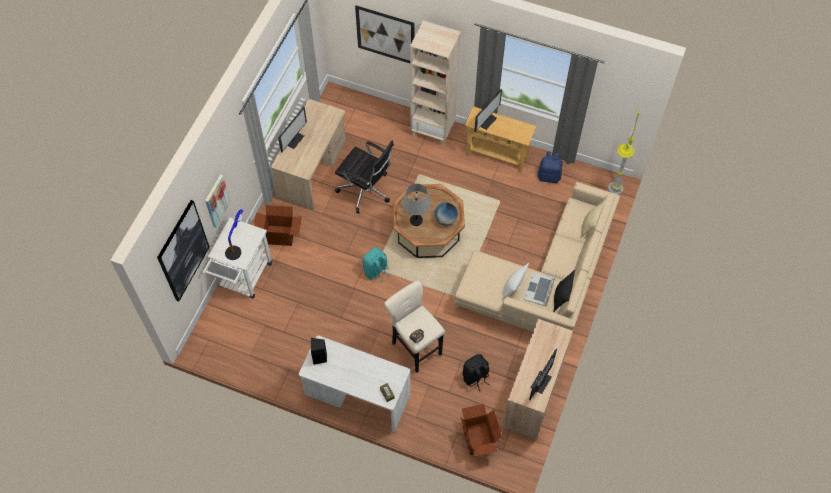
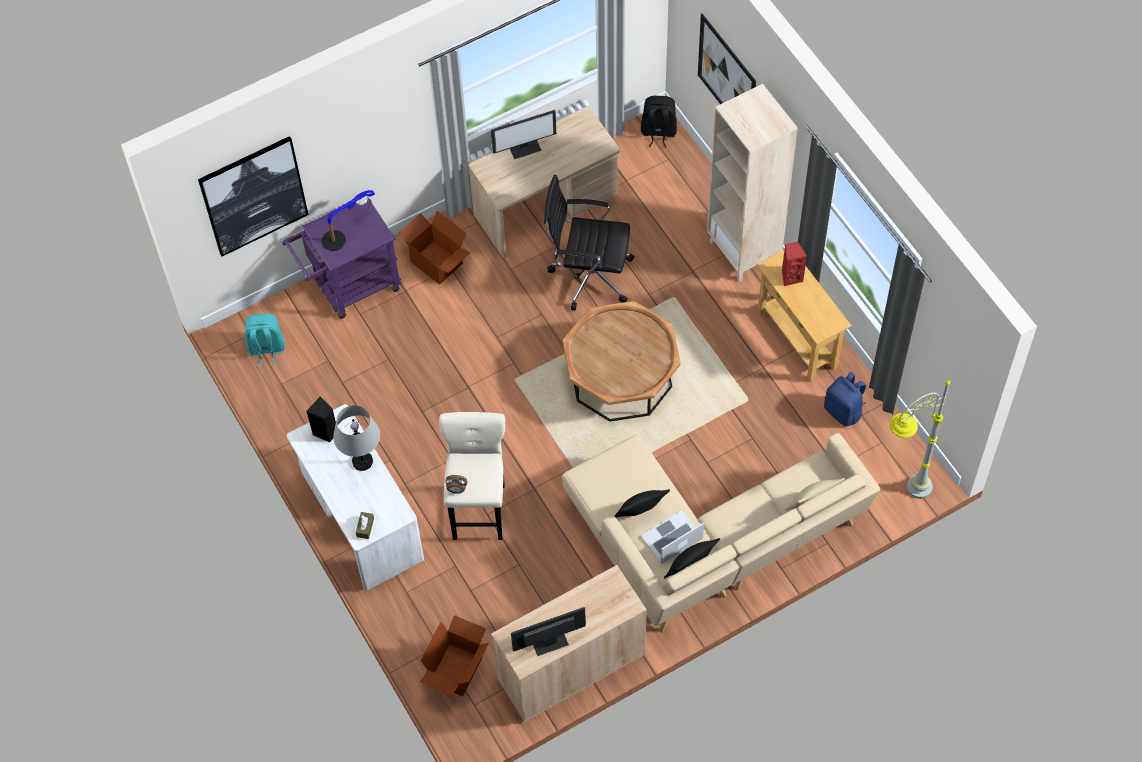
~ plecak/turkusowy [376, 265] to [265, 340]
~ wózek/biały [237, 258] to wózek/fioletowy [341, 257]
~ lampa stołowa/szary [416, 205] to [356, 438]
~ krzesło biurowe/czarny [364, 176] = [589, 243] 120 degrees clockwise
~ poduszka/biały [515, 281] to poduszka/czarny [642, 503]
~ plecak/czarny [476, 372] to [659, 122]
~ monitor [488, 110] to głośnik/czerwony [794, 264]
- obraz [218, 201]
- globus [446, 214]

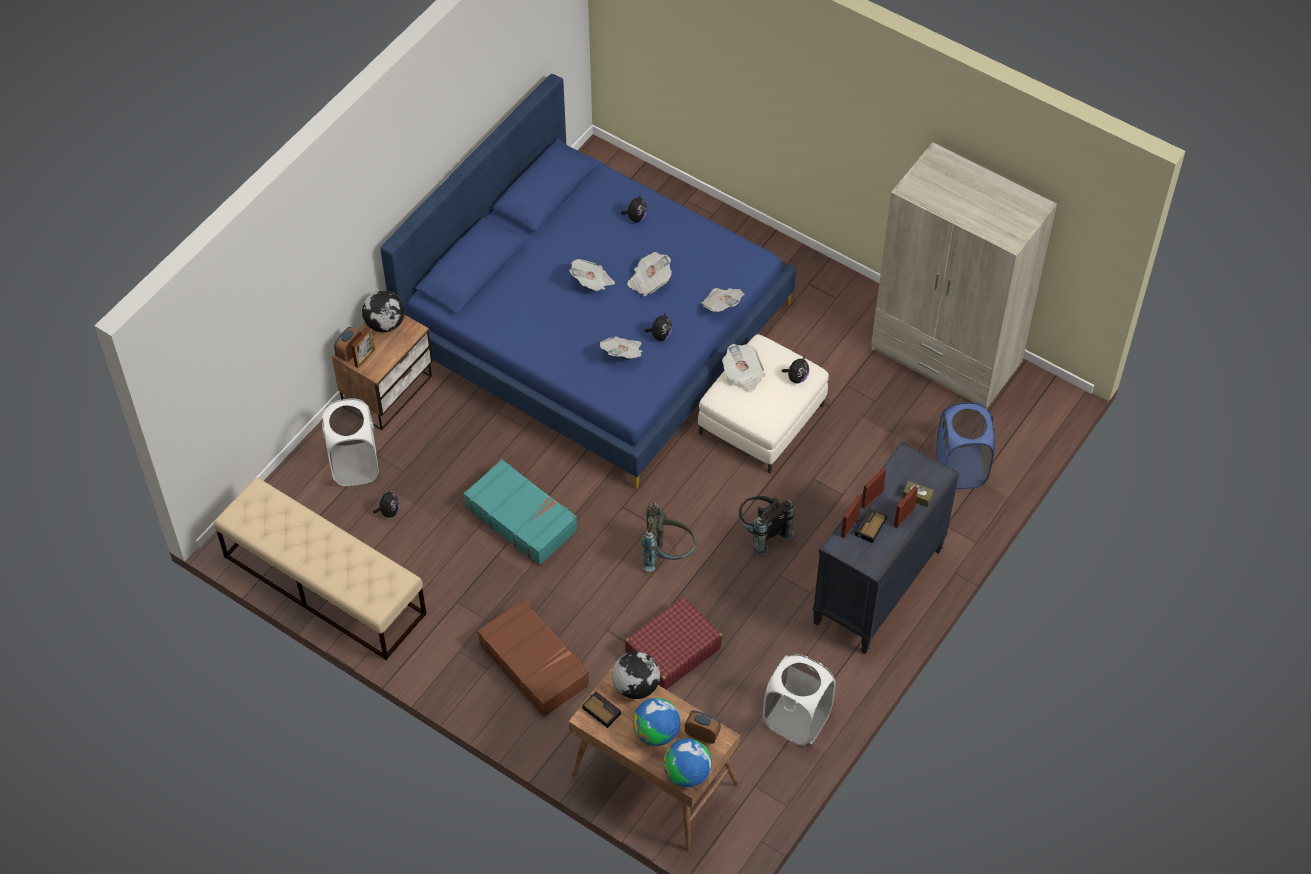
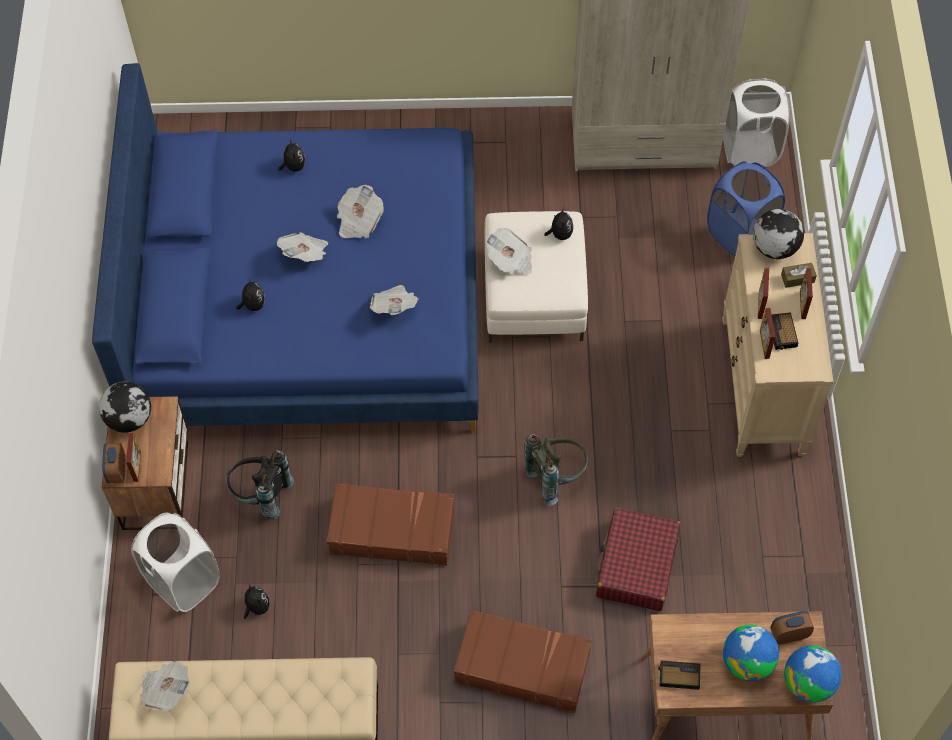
~ gazeta [722, 300] to [165, 686]
~ plecak/czarny [766, 525] to [260, 485]
~ pluszak [658, 326] to [250, 294]
~ walizka/turkusowy [520, 512] to walizka/brązowy [390, 524]
~ komoda/czarny [886, 547] to komoda/beżowy [777, 345]
~ kosz na pranie/biały [799, 699] to [756, 122]
~ globus [636, 675] to [778, 234]

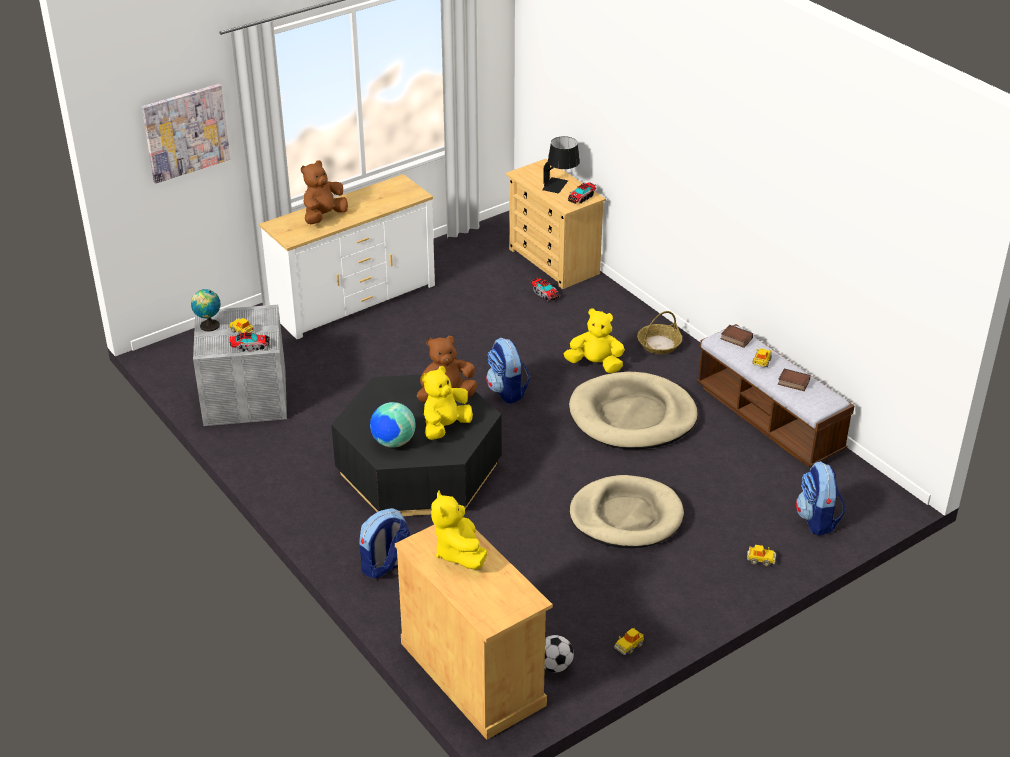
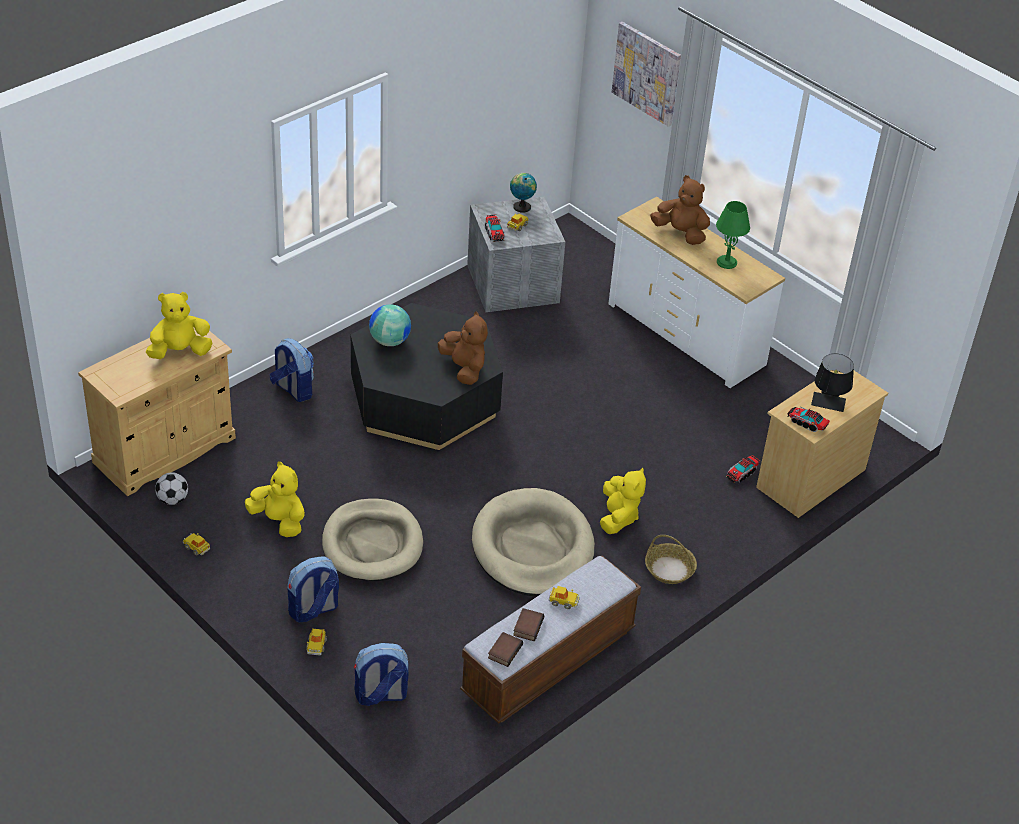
~ pluszak/żółty [447, 403] to [275, 499]
~ plecak [508, 371] to [313, 589]
~ książka [737, 336] to [505, 649]
+ lampa stołowa/zielony [733, 235]

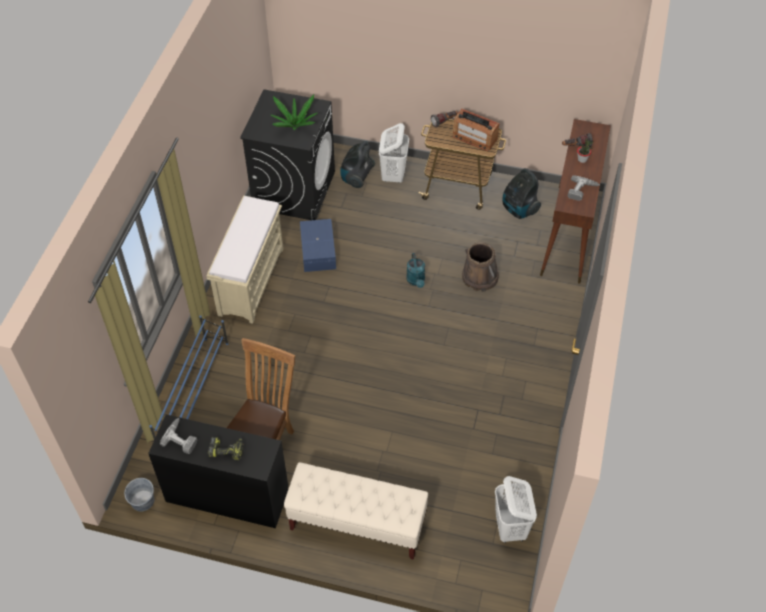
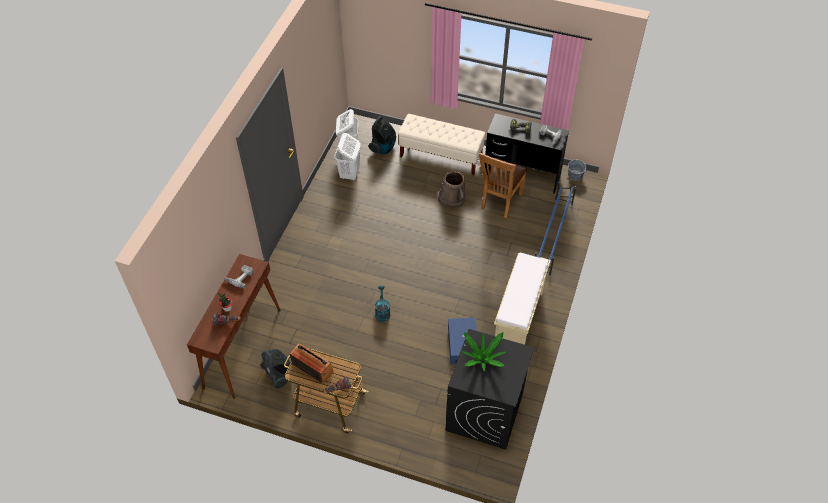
~ kosz na pranie/biały [394, 153] to [348, 157]
~ odkurzacz [357, 164] to [382, 135]
~ wiadro/brązowy [480, 267] to [452, 190]

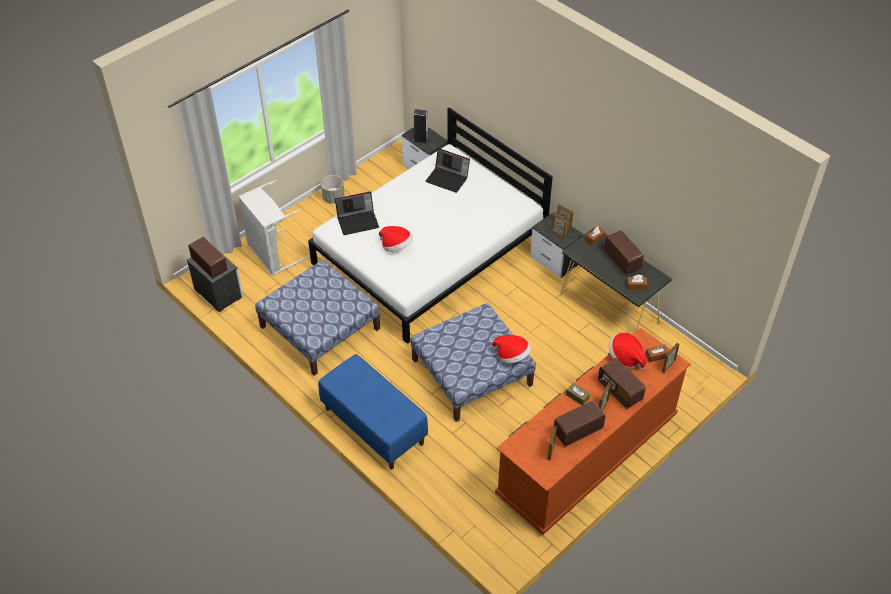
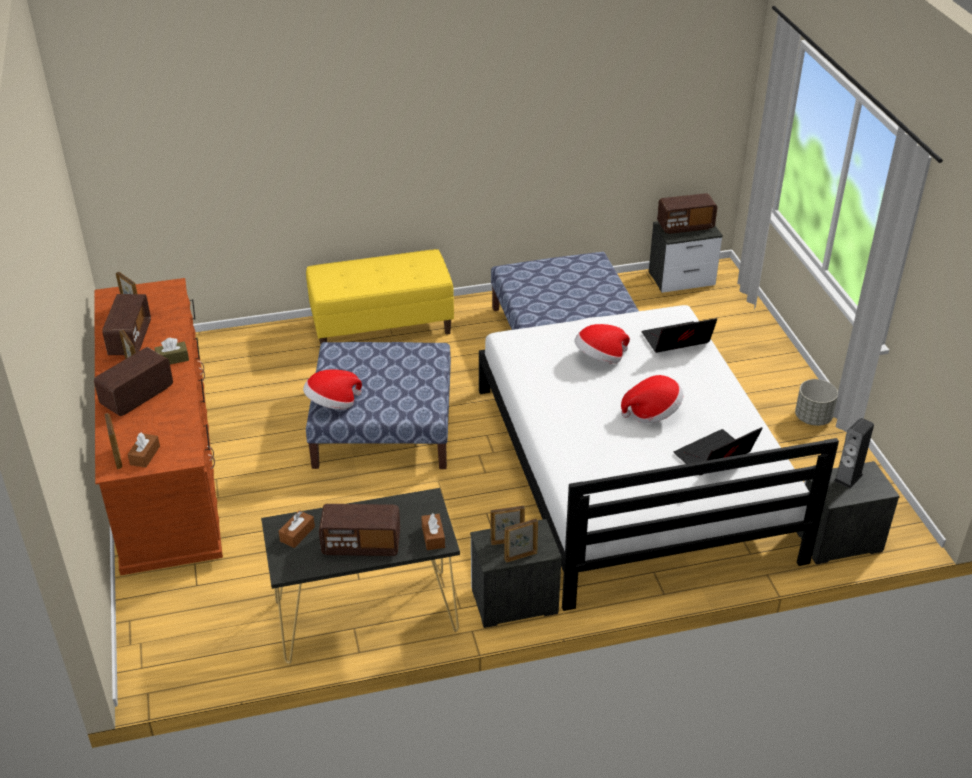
~ radio [622, 383] = [133, 381] 45 degrees counterclockwise
~ ławka/niebieski [373, 412] to ławka/żółty [380, 297]
~ kapelusz [628, 351] to [652, 399]
~ laptop [357, 213] = [679, 335] 60 degrees clockwise
- kosz na pranie/szary [273, 228]

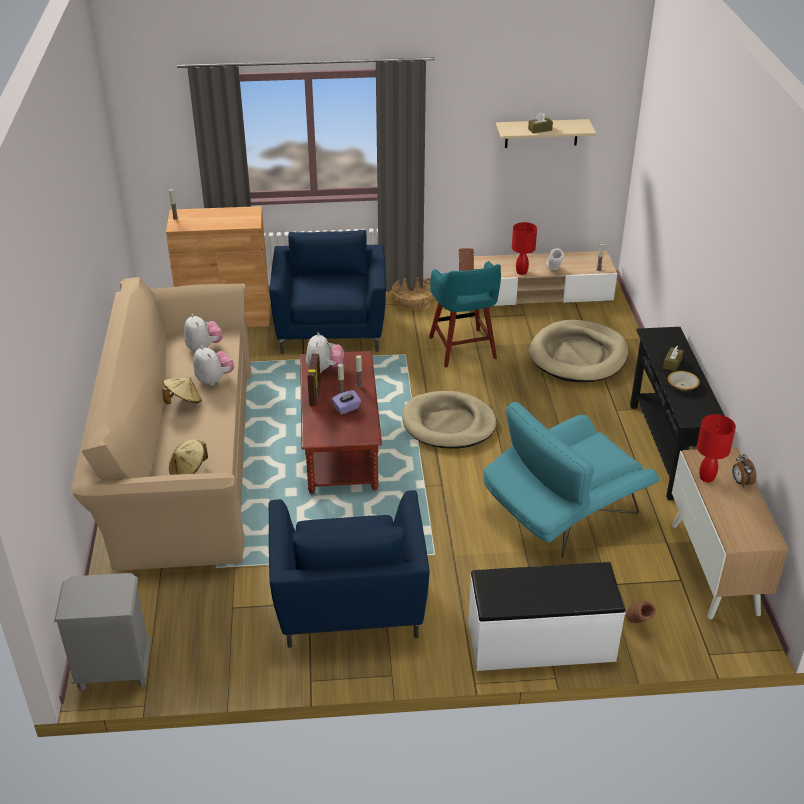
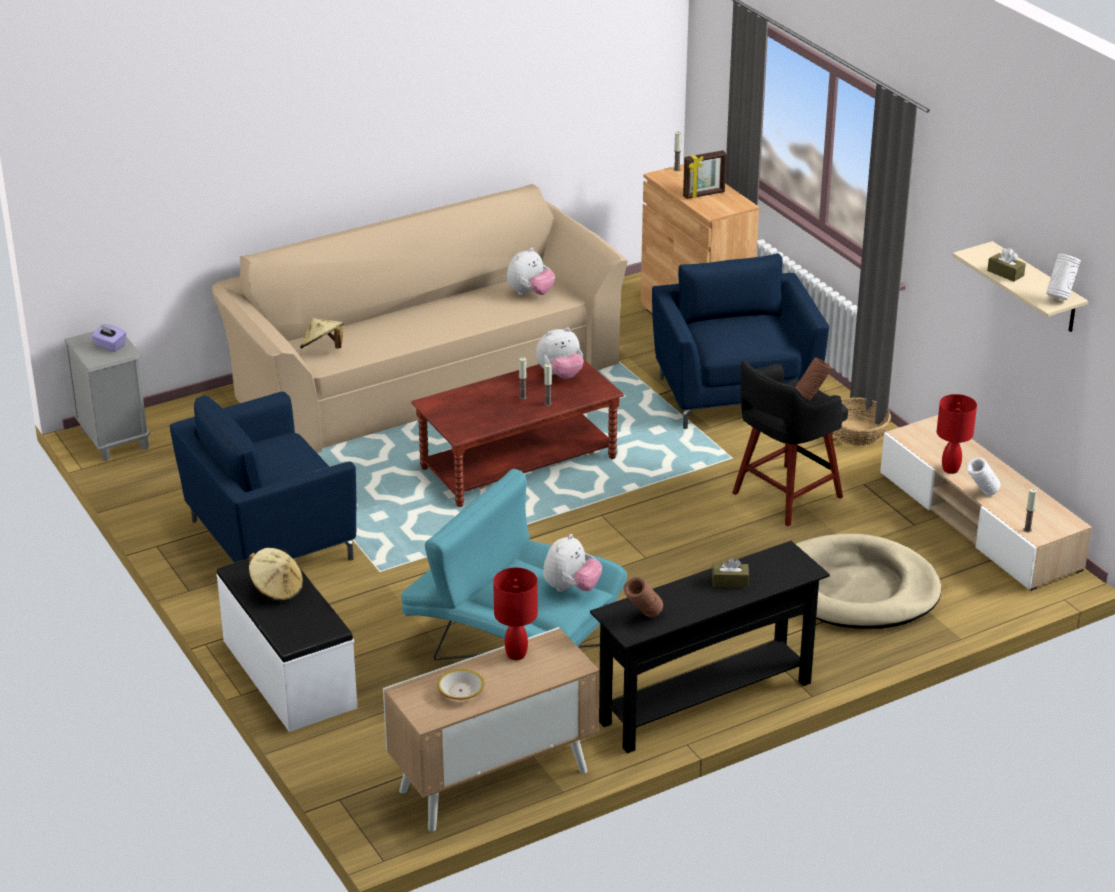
~ pudełko chusteczek/fioletowy [346, 402] to [108, 338]
~ kapelusz/beżowy [182, 390] to [276, 574]
~ miska [684, 380] to [461, 684]
~ pluszak [213, 365] to [572, 563]
~ wazon/brązowy [640, 612] to [643, 597]
~ fotel/niebieski [327, 292] = [740, 341] 75 degrees counterclockwise
~ ramka na zdjęcie [314, 380] to [704, 174]
~ stołek/turkusowy [465, 314] to stołek/czarny [790, 443]
+ wazon/biały [1063, 277]
- legowisko/beżowy [449, 420]
- budzik [744, 470]

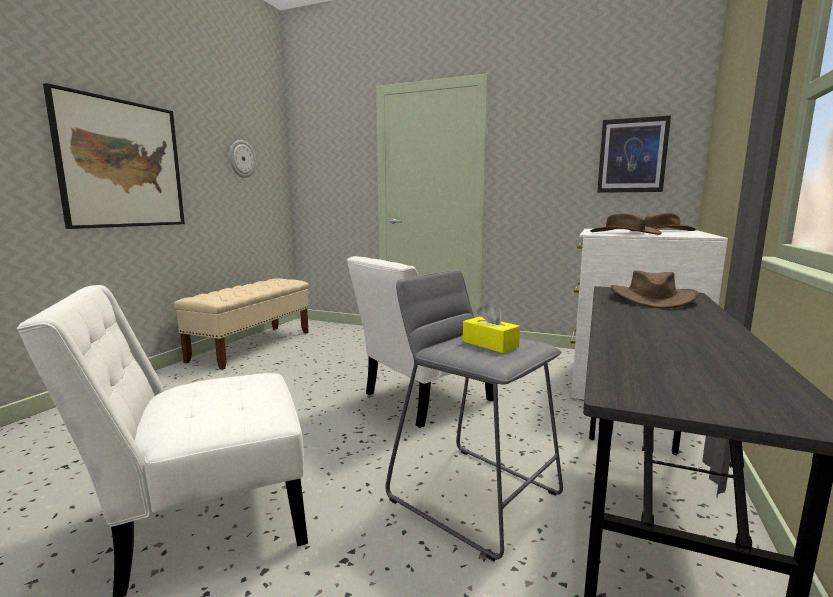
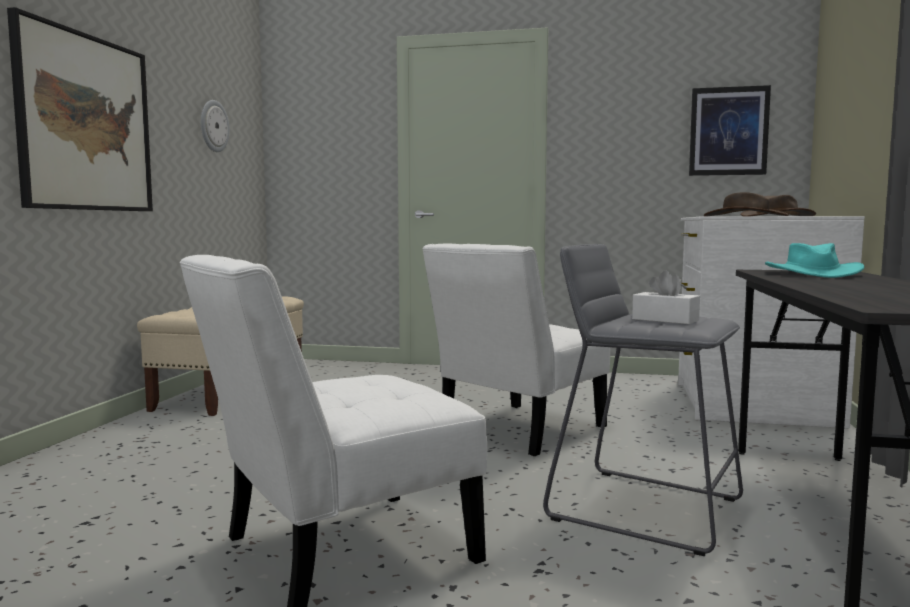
~ pudełko chusteczek/żółty [491, 327] to pudełko chusteczek/biały [666, 297]
~ kapelusz/brązowy [654, 289] to kapelusz/turkusowy [814, 260]

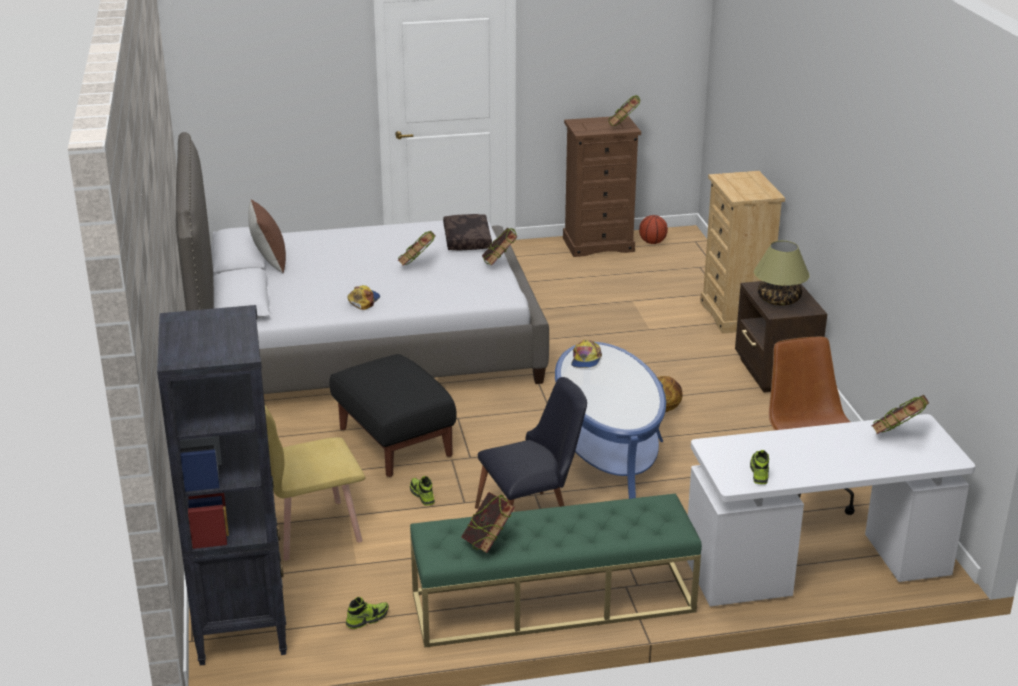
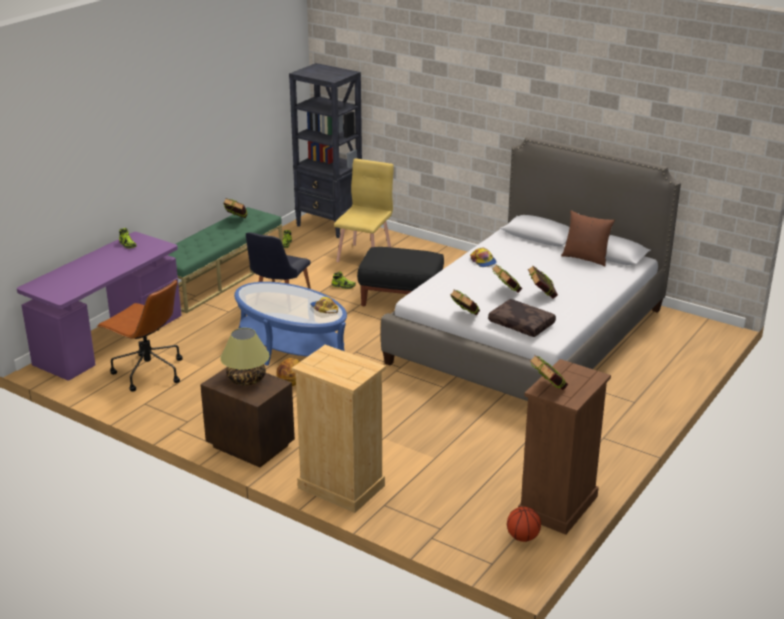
~ biurko/biały [831, 510] to biurko/fioletowy [99, 306]
~ książka [900, 415] to [543, 281]

